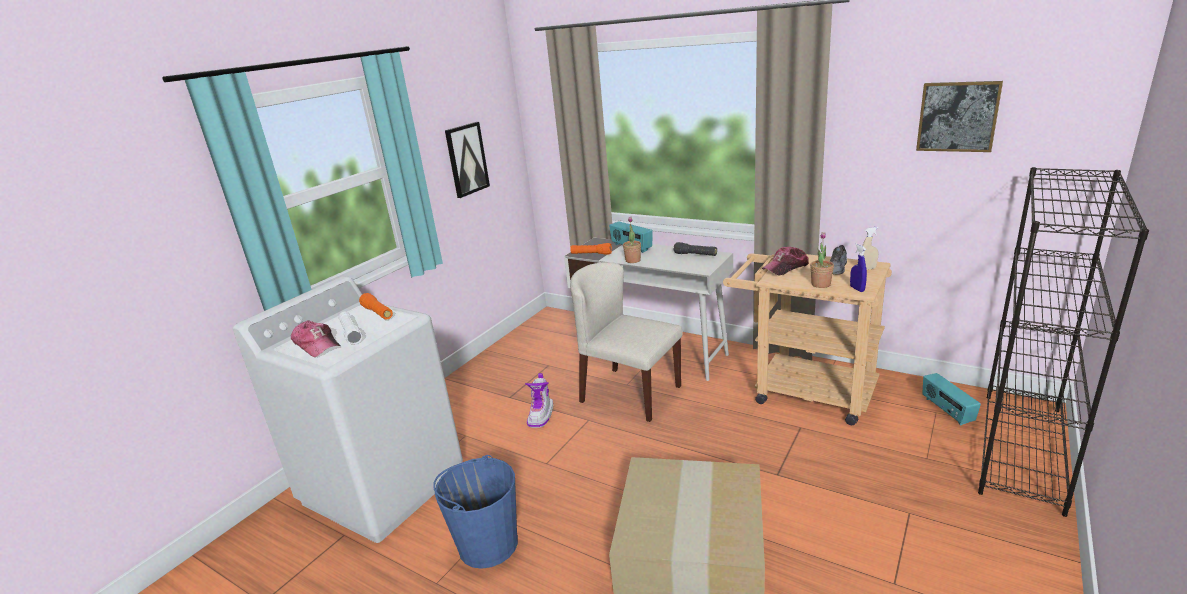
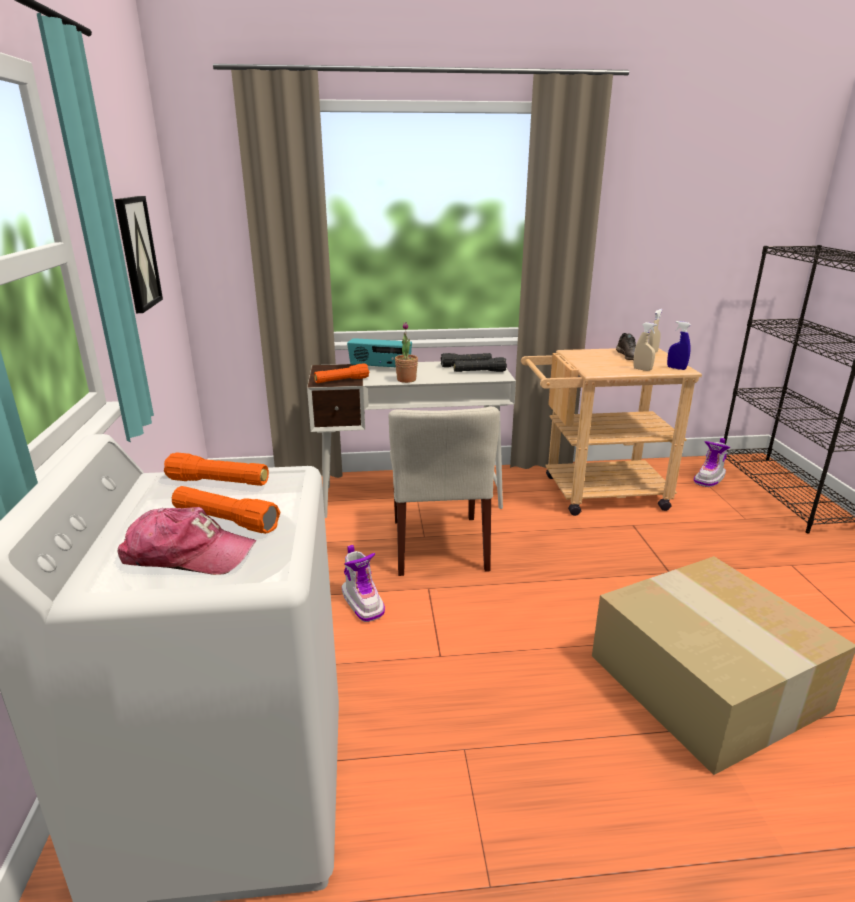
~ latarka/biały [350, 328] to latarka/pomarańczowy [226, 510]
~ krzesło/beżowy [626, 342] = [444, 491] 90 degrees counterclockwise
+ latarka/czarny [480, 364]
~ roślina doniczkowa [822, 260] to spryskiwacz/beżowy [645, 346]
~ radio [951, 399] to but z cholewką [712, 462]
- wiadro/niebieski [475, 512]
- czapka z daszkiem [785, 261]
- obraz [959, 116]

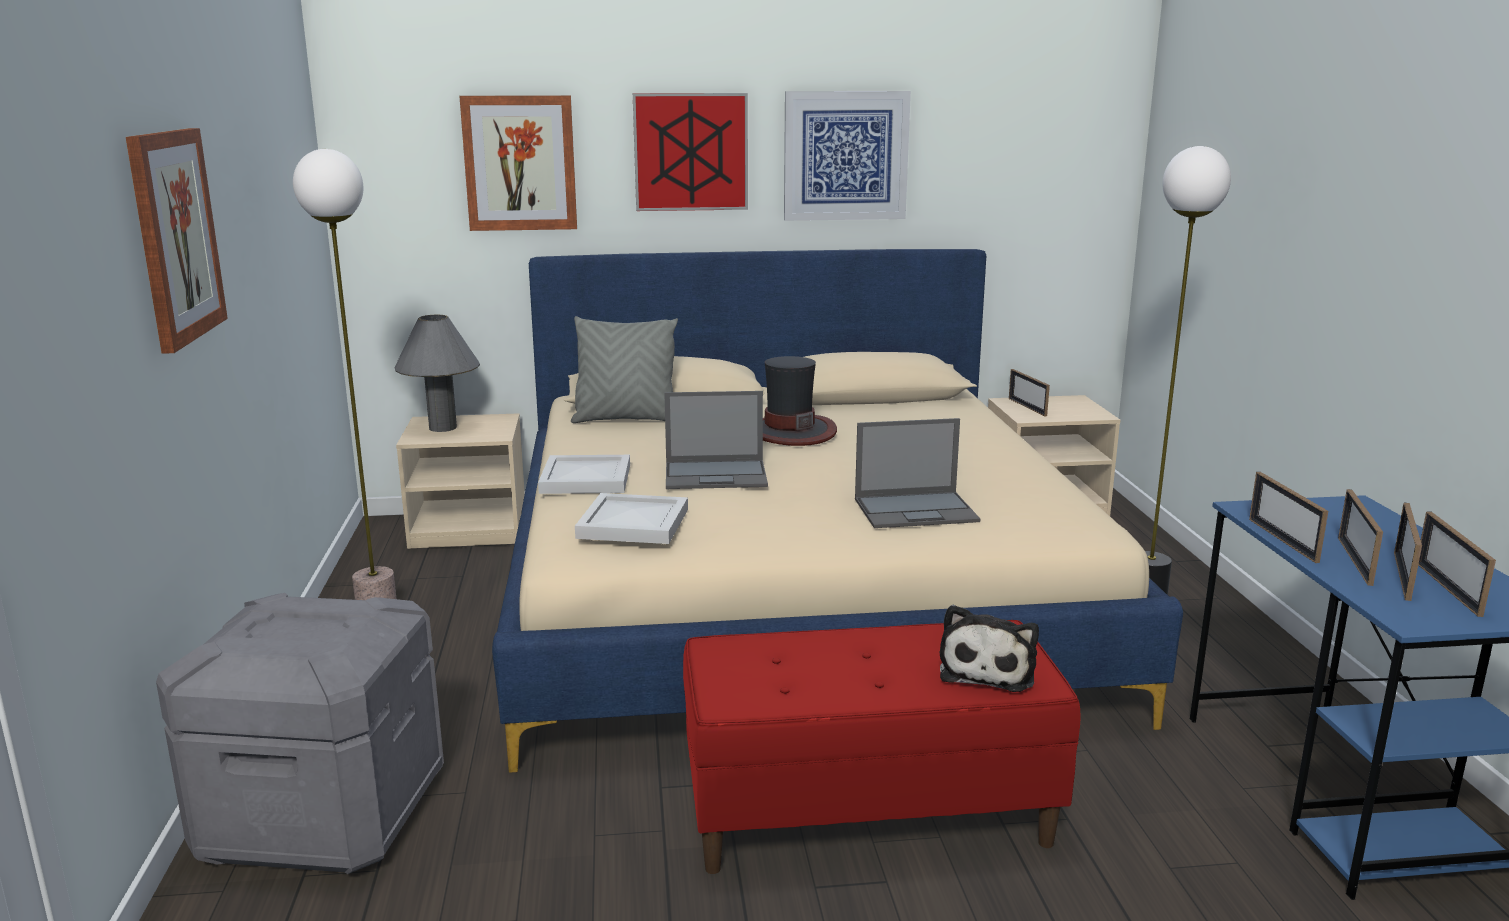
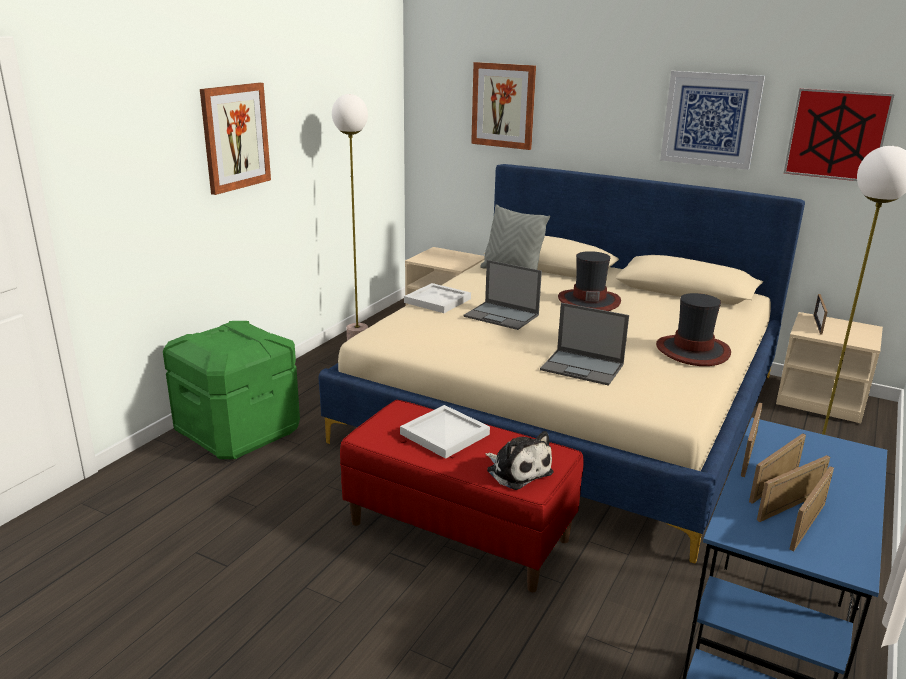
~ pojemnik do przechowywania/szary [300, 733] to pojemnik do przechowywania/zielony [231, 390]
~ taca/biały [631, 518] to [445, 432]
~ pluszak [989, 648] = [519, 460] 90 degrees counterclockwise
+ kapelusz [693, 329]
~ obraz [690, 152] to [839, 134]
- lampa stołowa/szary [437, 373]

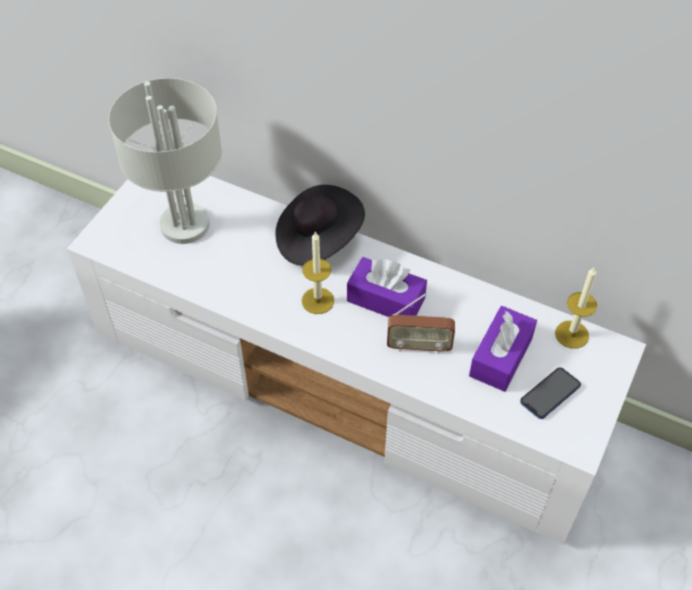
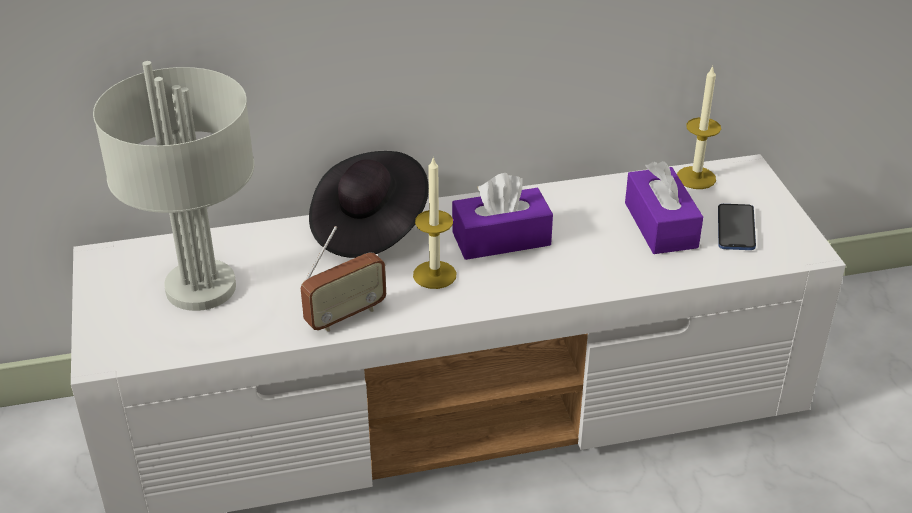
~ radio [421, 323] to [343, 279]

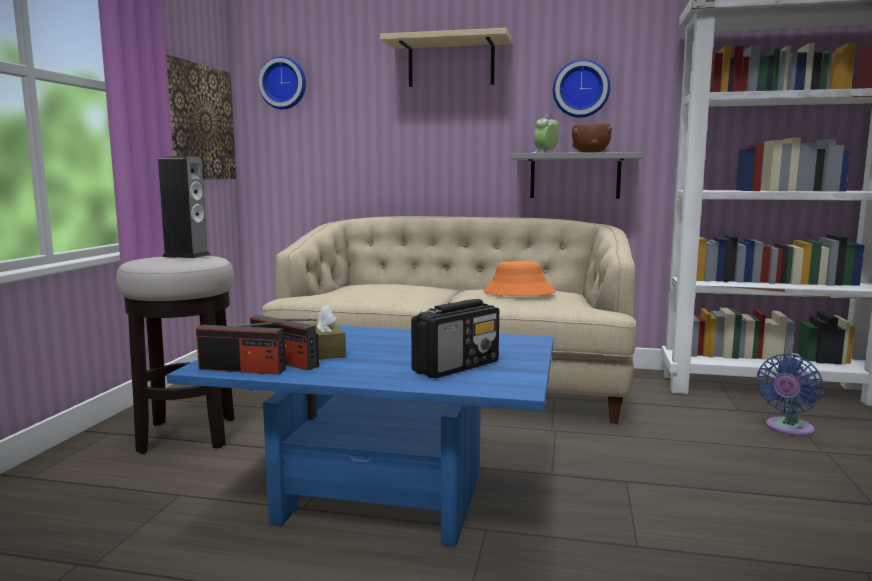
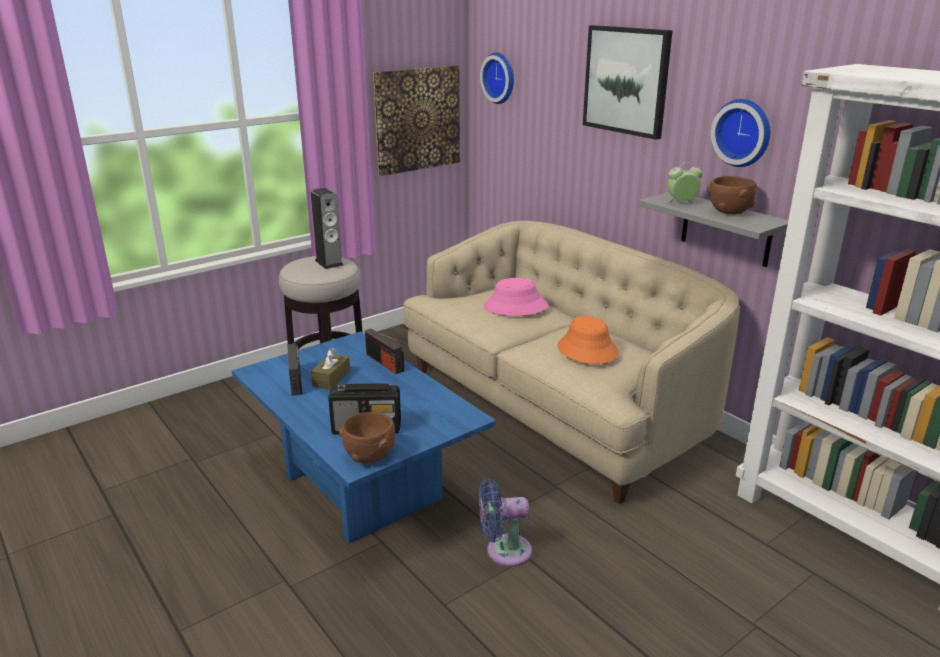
+ miska/brązowy [367, 437]
~ radio [241, 348] to [384, 351]
~ wentylator/niebieski [790, 395] to [505, 522]
+ kapelusz/różowy [516, 297]
~ półka/beżowy [445, 57] to obraz [628, 82]

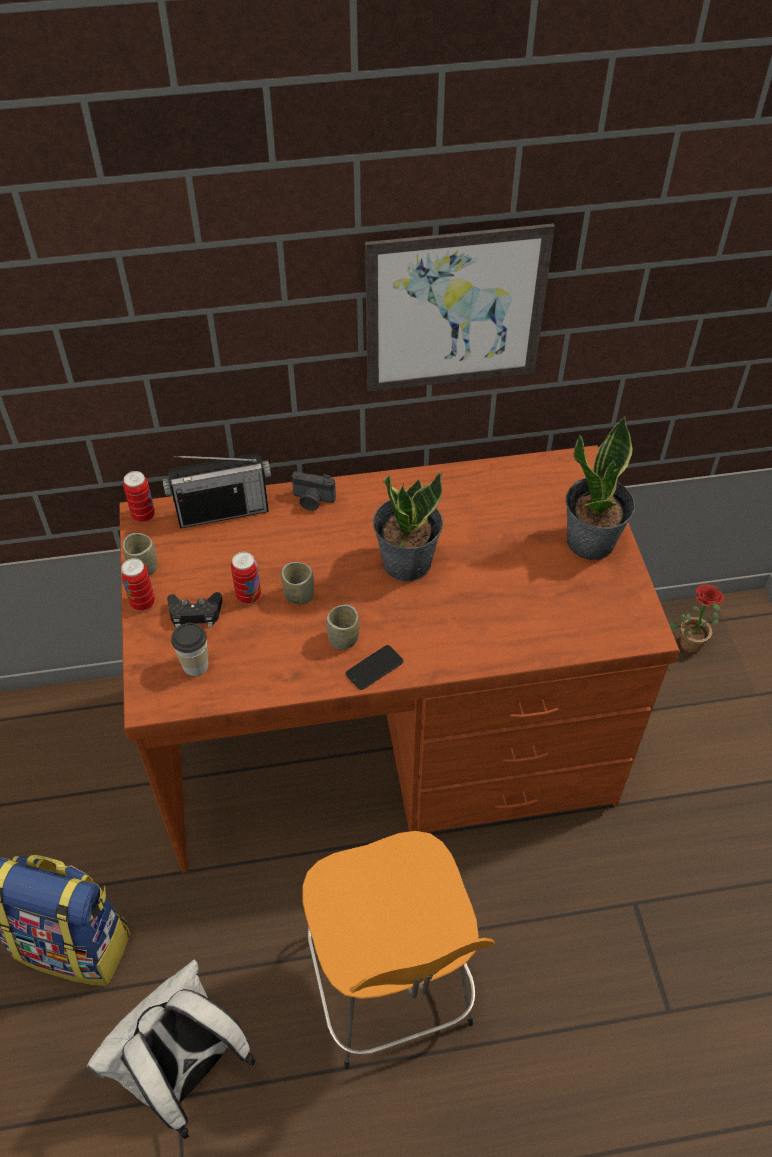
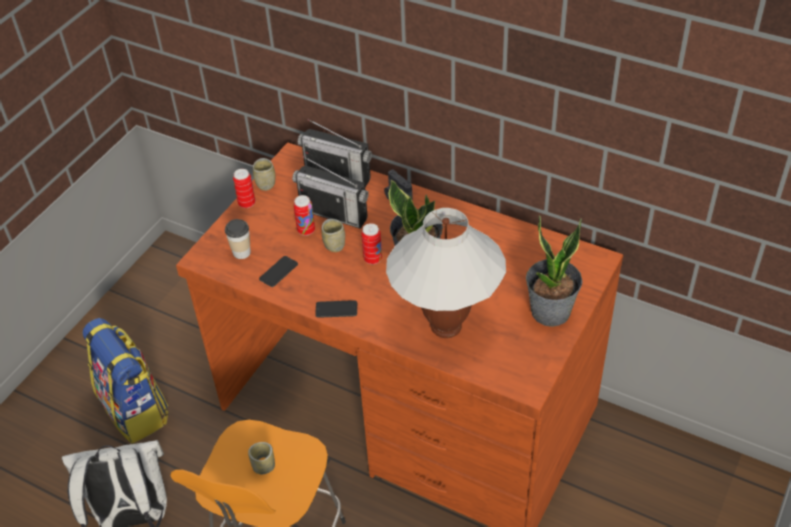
~ filiżanka [342, 627] to [261, 458]
+ telefon [278, 271]
+ radio [330, 192]
~ puszka [139, 496] to [371, 243]
+ lampa stołowa/biały [446, 273]
- pad do gier/czarny [195, 610]
- obraz [460, 307]
- roślina doniczkowa [696, 618]

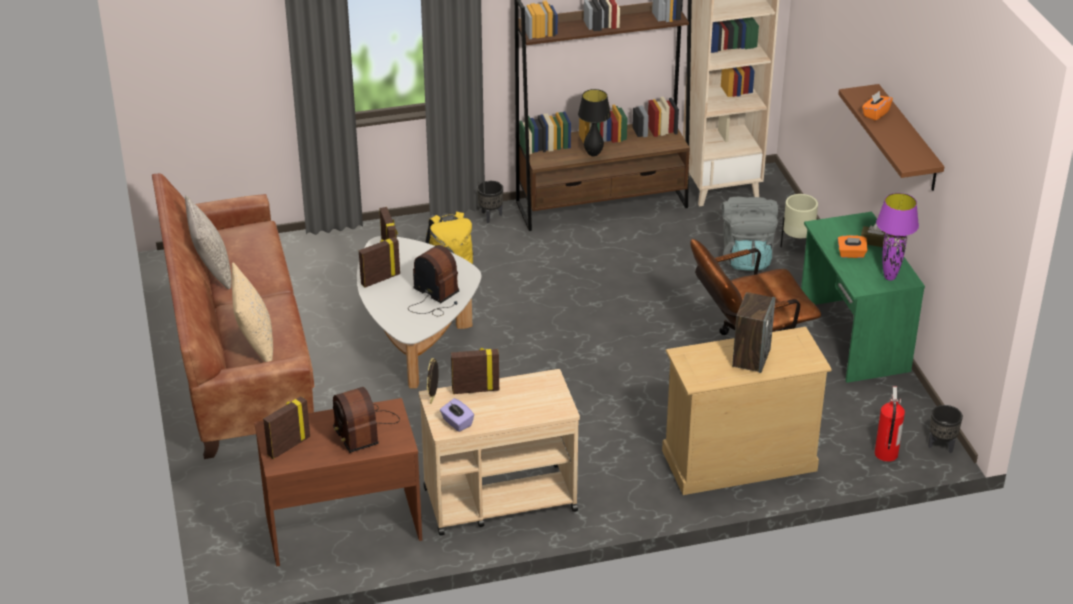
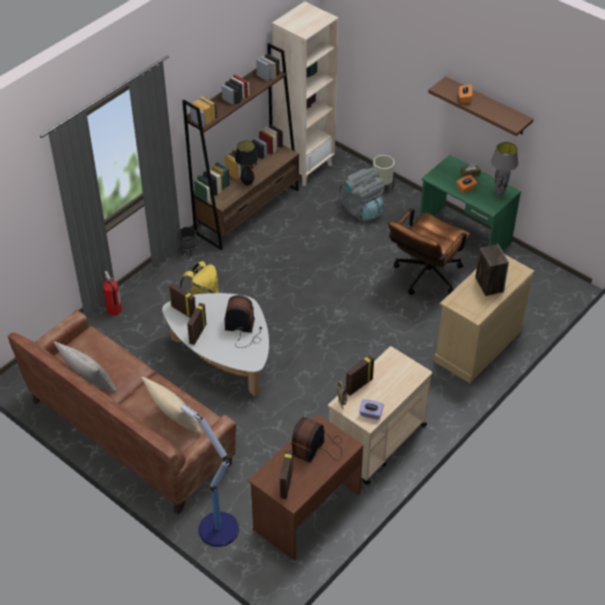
~ gaśnica [890, 424] to [112, 293]
+ lampa stojąca [209, 475]
~ radio [366, 420] = [316, 440] 90 degrees clockwise
~ lampa stołowa/fioletowy [897, 236] to lampa stołowa/szary [504, 169]
- donica/czarny [945, 429]

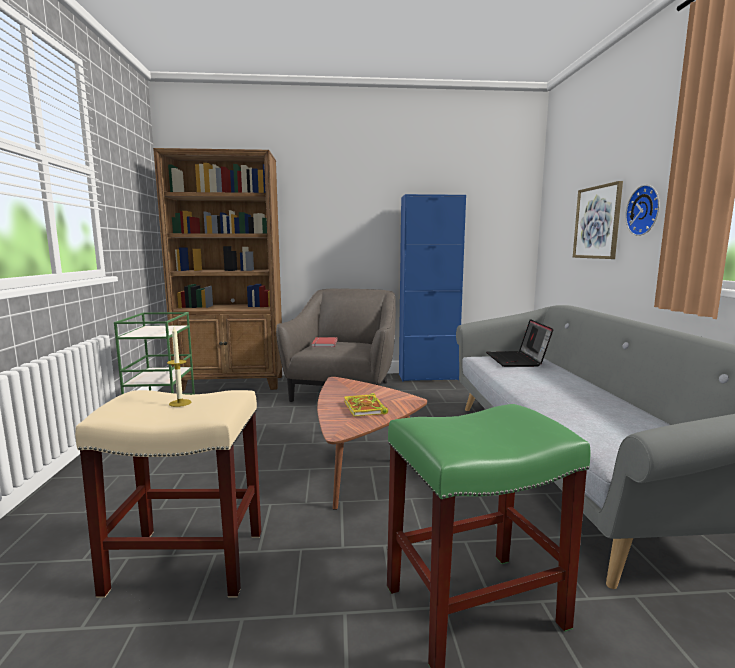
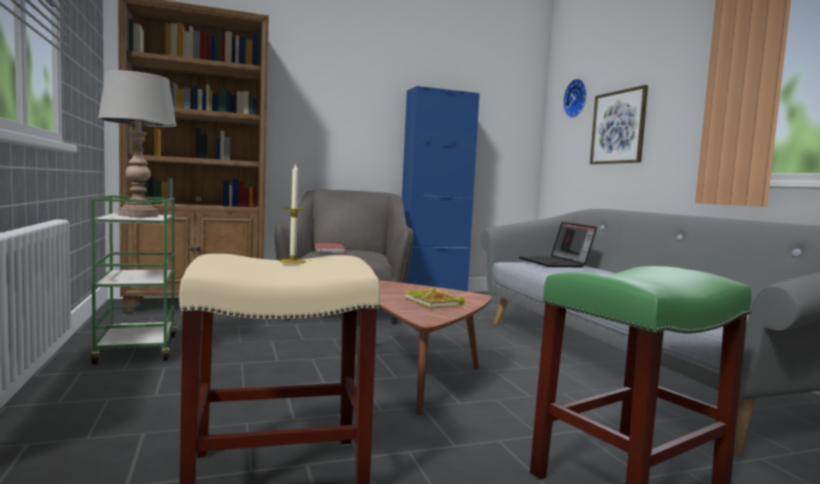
+ lampa stołowa/szary [137, 143]
~ zegar ścienny [642, 210] to [575, 98]

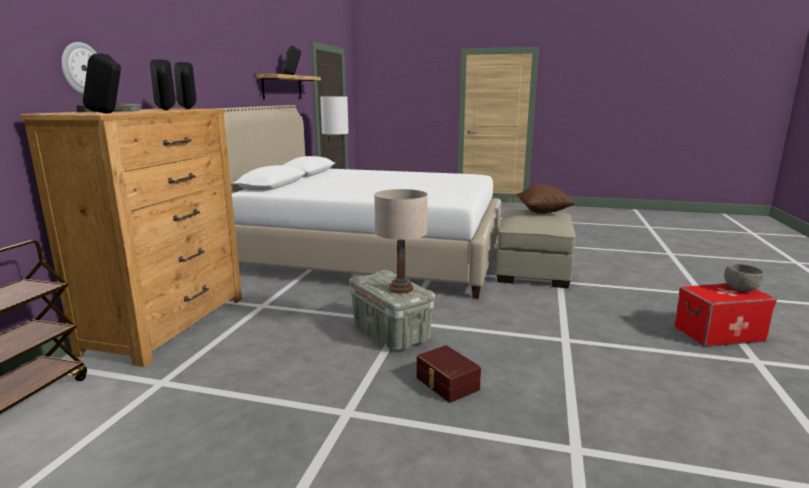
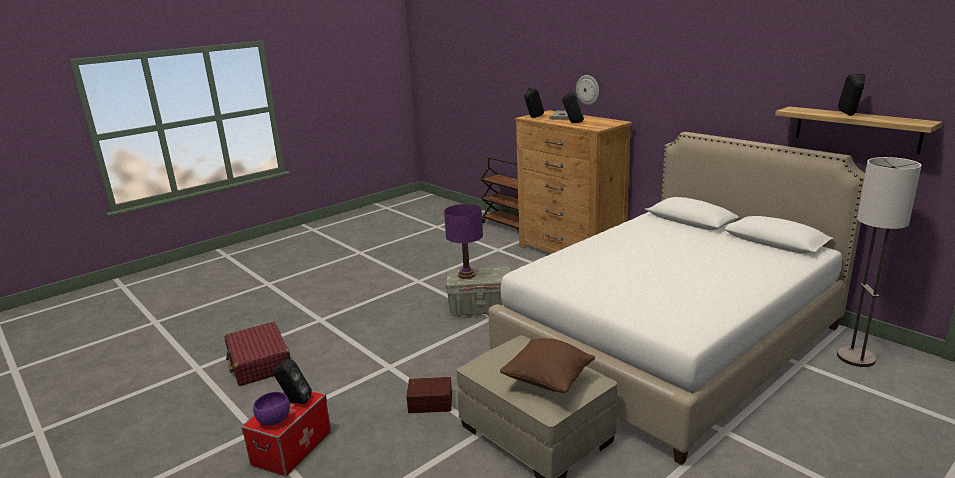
+ walizka/czerwony [257, 354]
~ miska/szary [744, 278] to miska/fioletowy [271, 409]
~ głośnik/czarny [185, 85] to [292, 381]
~ pojemnik do przechowywania/brązowy [448, 374] to [429, 395]
~ lampa stołowa/beżowy [401, 241] to lampa stołowa/fioletowy [463, 241]

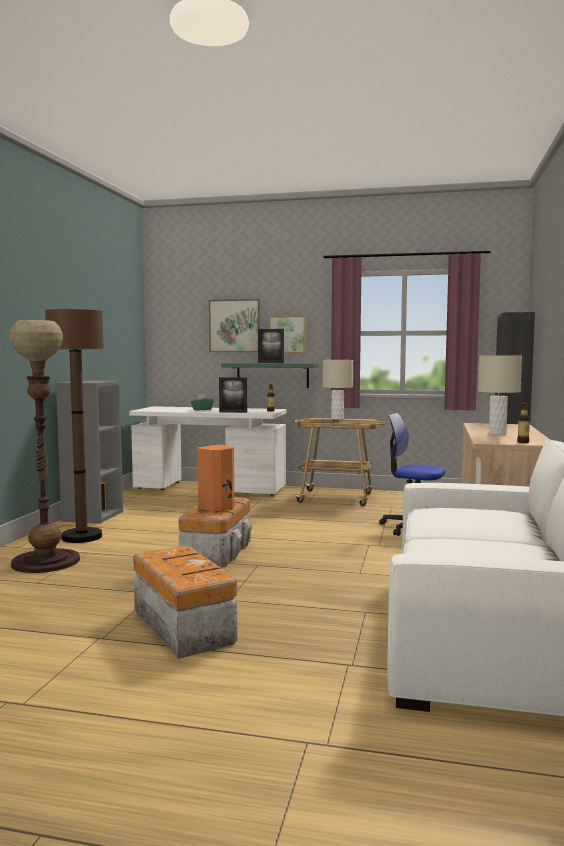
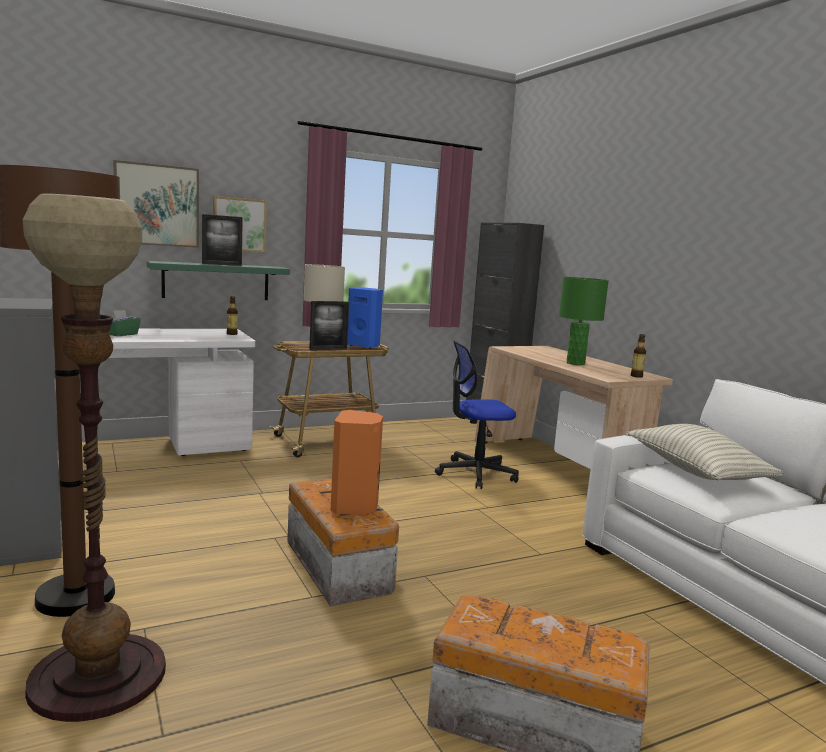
~ ramka na zdjęcie [233, 395] to [329, 325]
+ głośnik/niebieski [365, 317]
~ lampa stołowa/beżowy [500, 395] to lampa stołowa/zielony [584, 321]
+ poduszka [705, 452]

